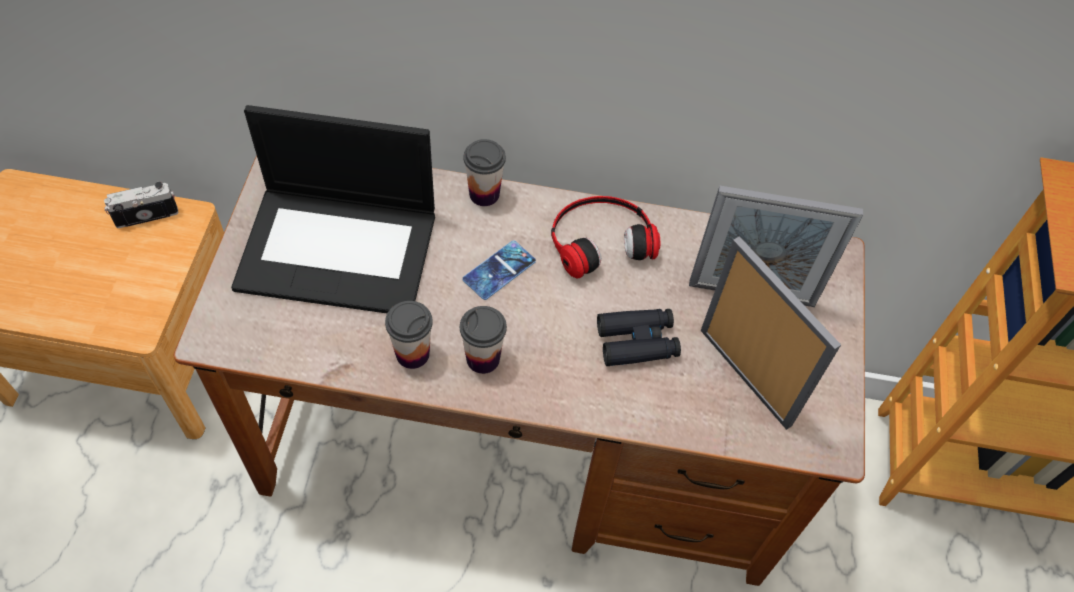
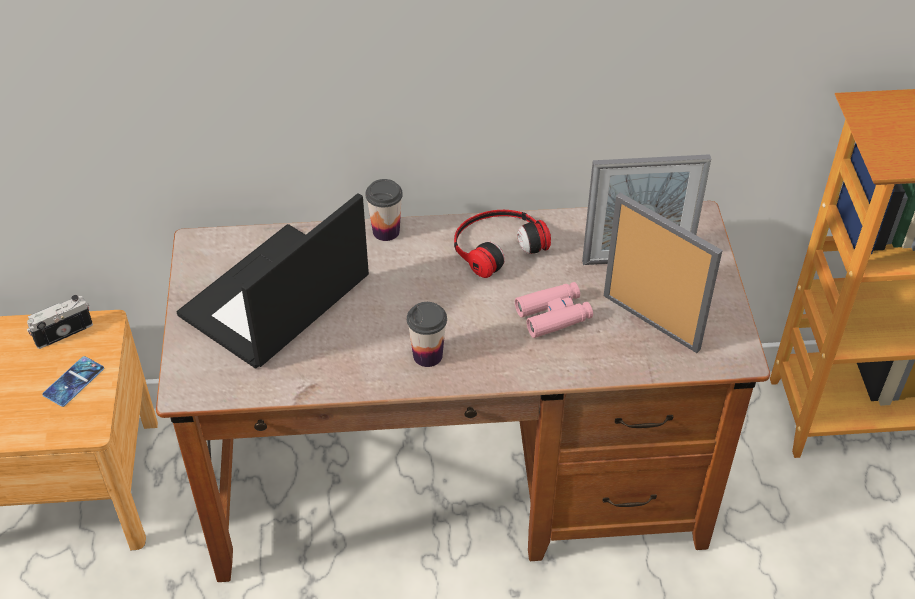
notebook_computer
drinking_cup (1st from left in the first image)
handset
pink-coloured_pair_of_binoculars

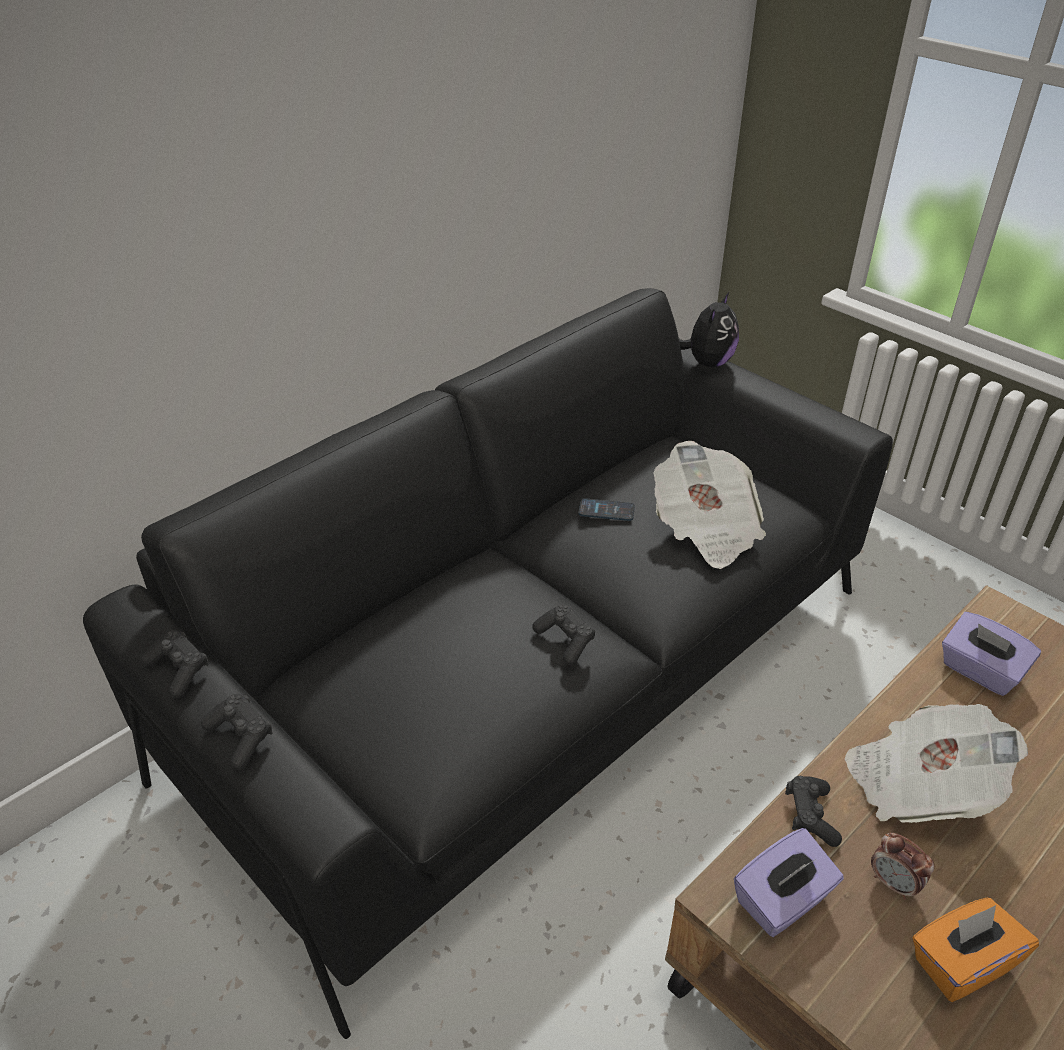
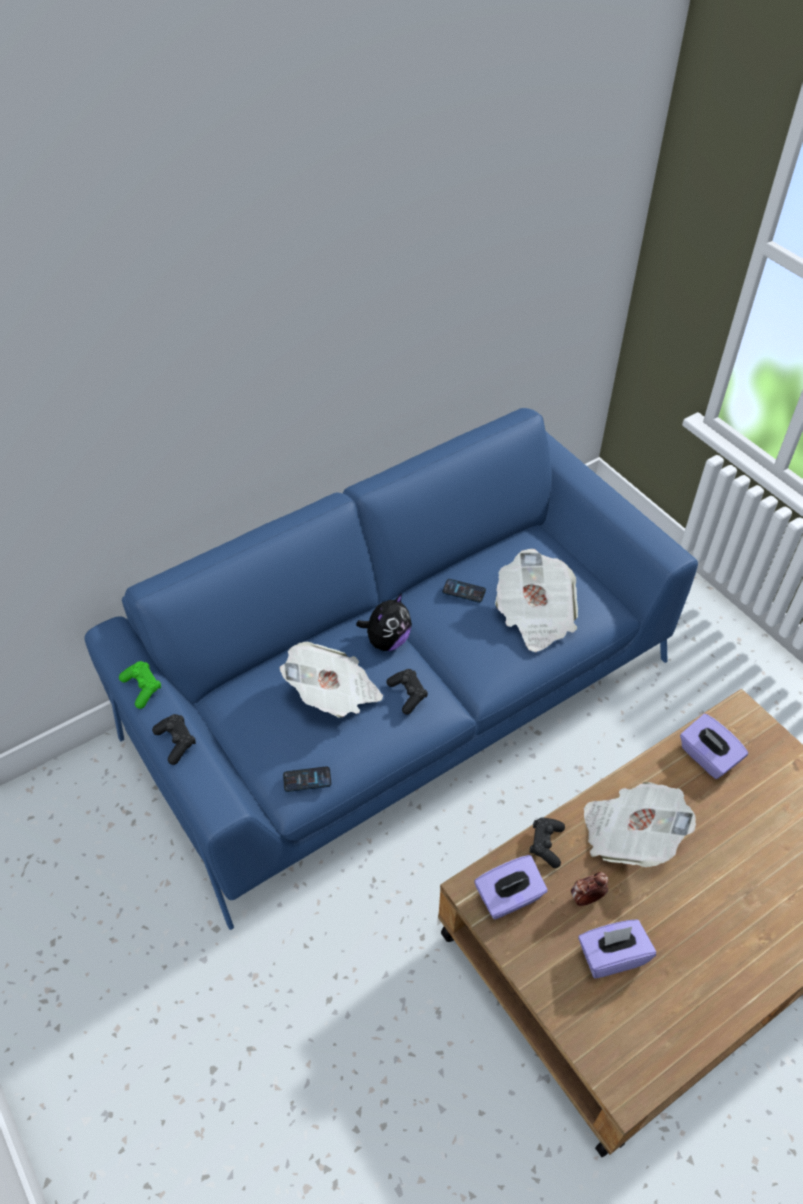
bluish_sofa
green_gamepad
soft_toy
table_clock
purple-coloured_box_of_tissues (2nd from left)
daily_paper (1st from left)
handset (1st from left)

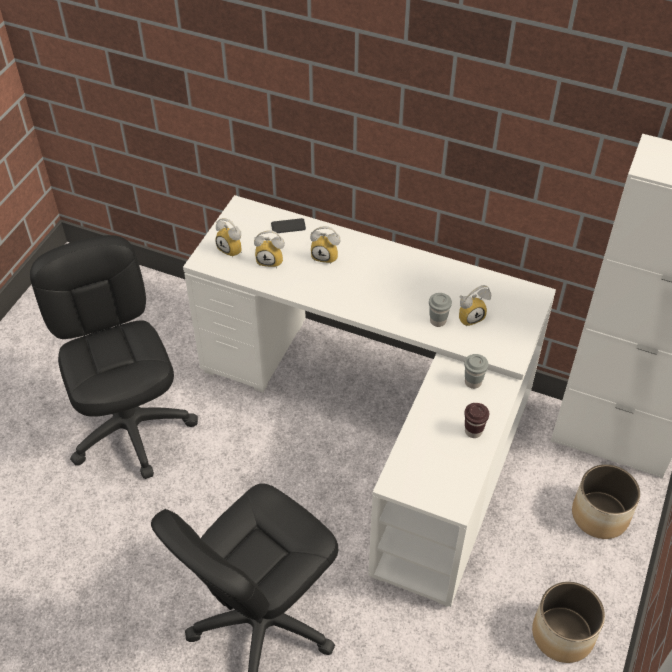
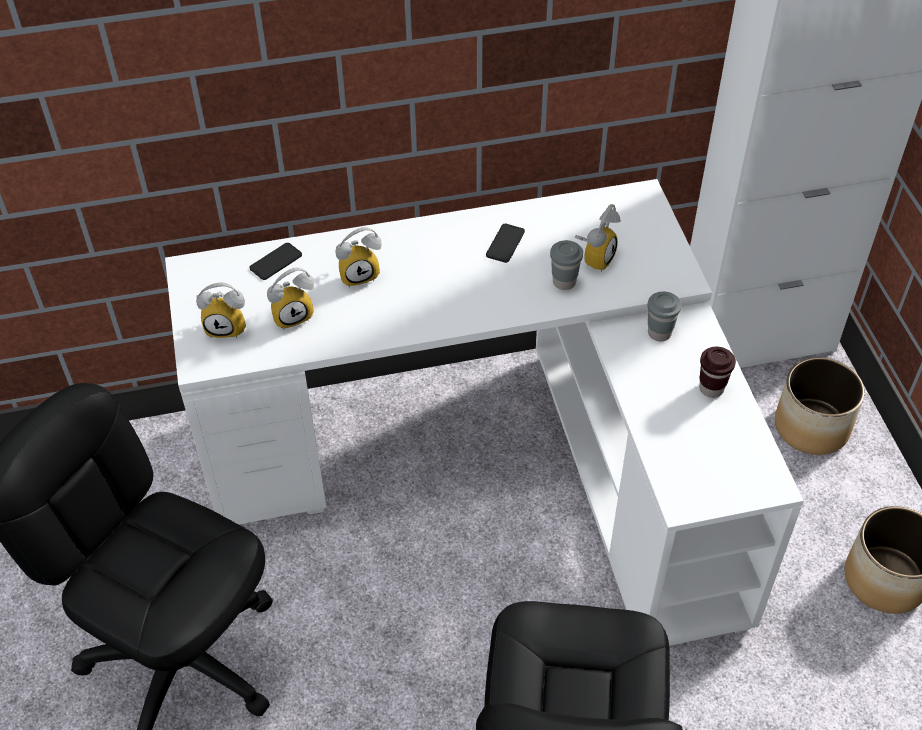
handset (2nd from left)

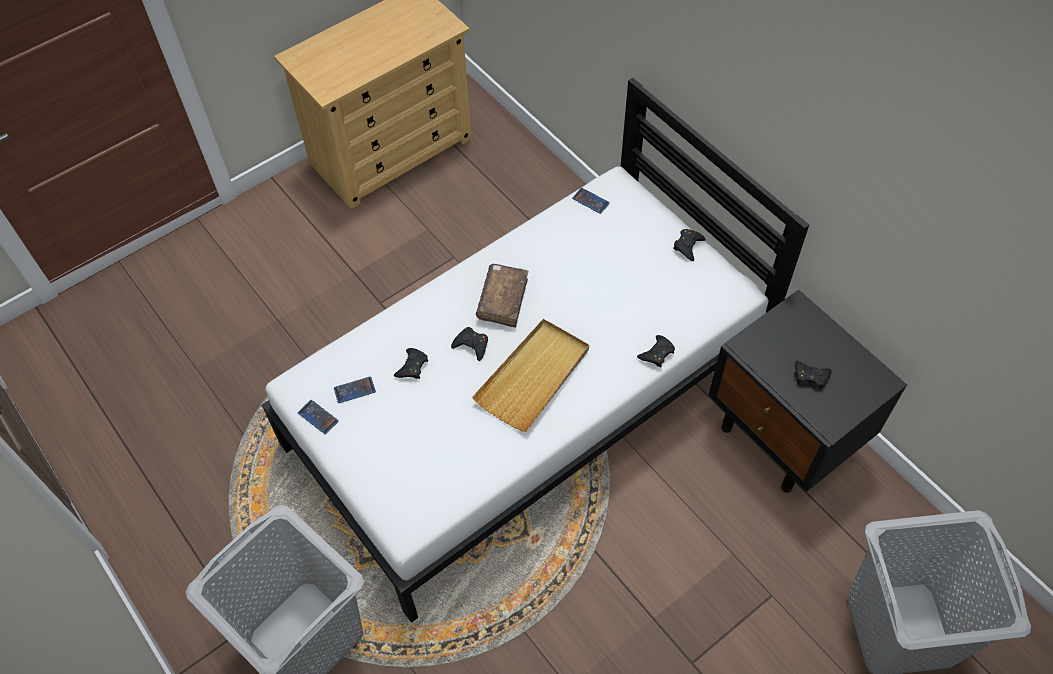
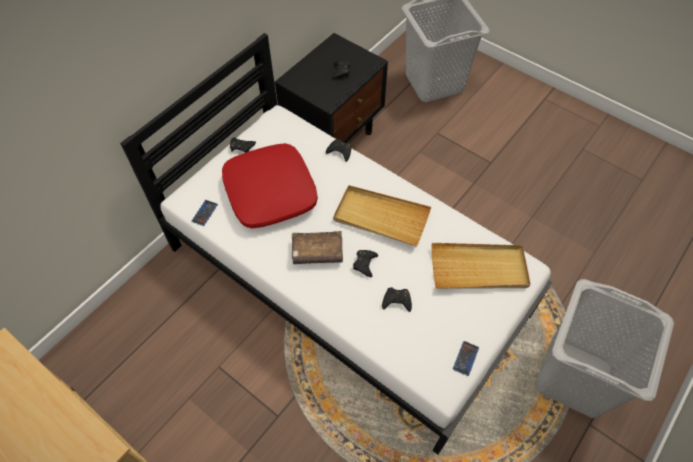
handset (2nd from left in the first image)
red-coloured_throw_pillow
beige_tray (2nd from left)

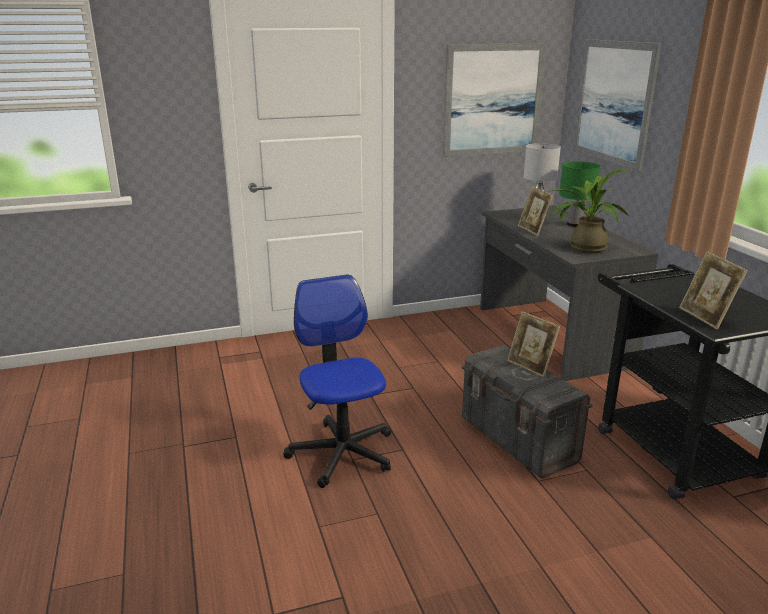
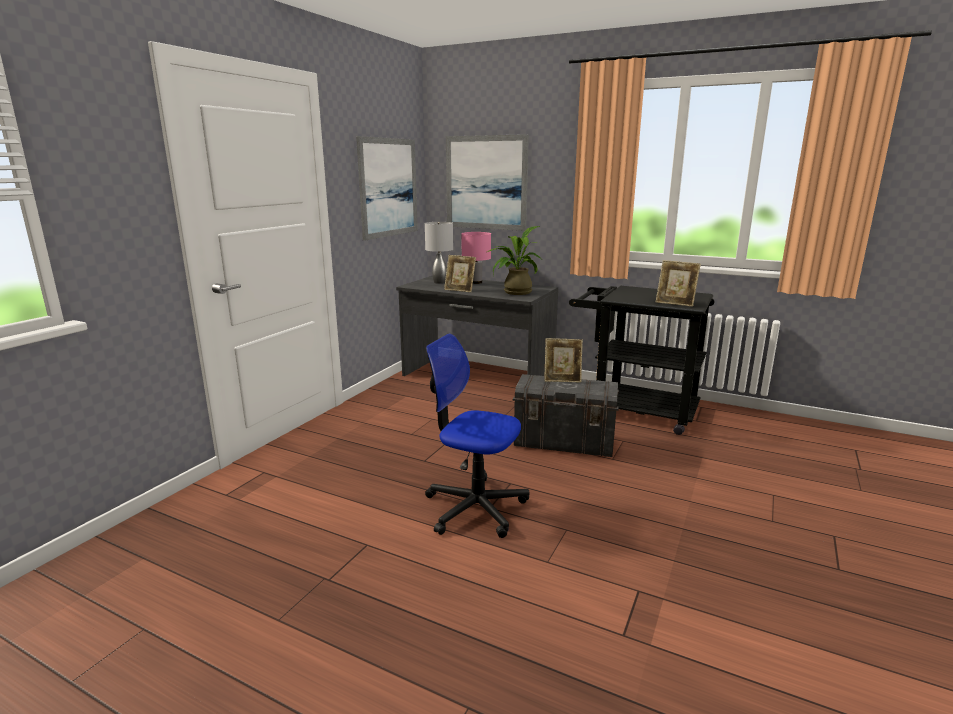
pink-coloured_tabletop_lamp

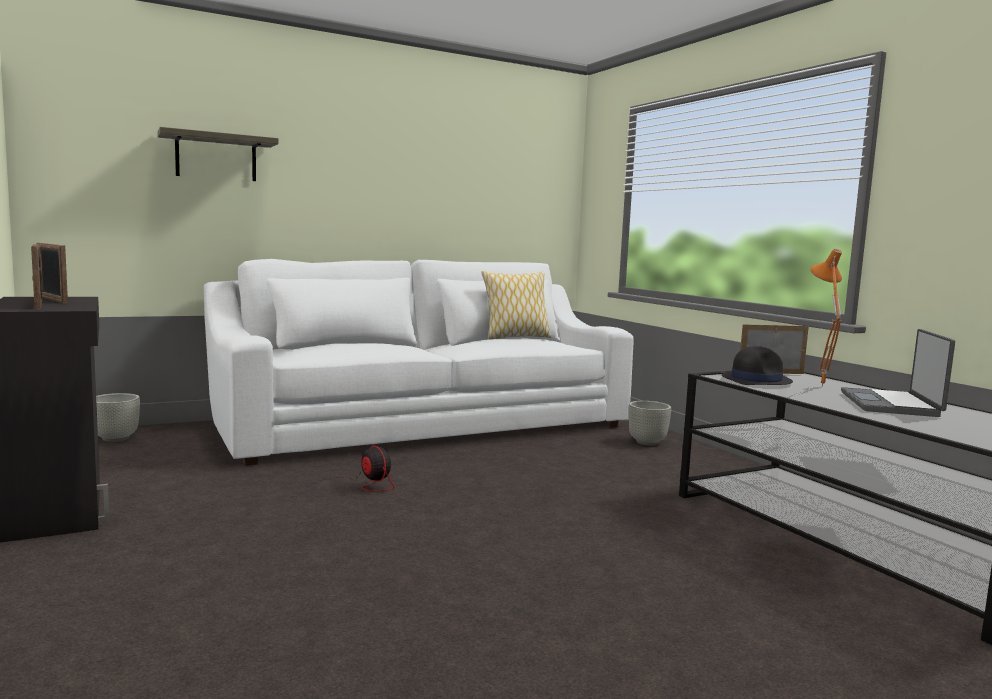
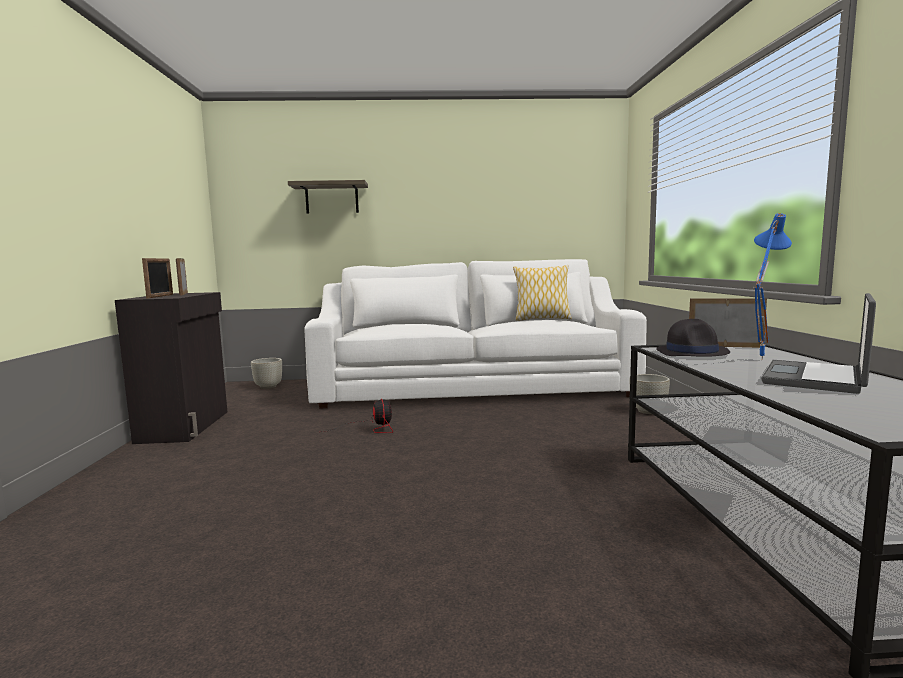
bluish_tabletop_lamp

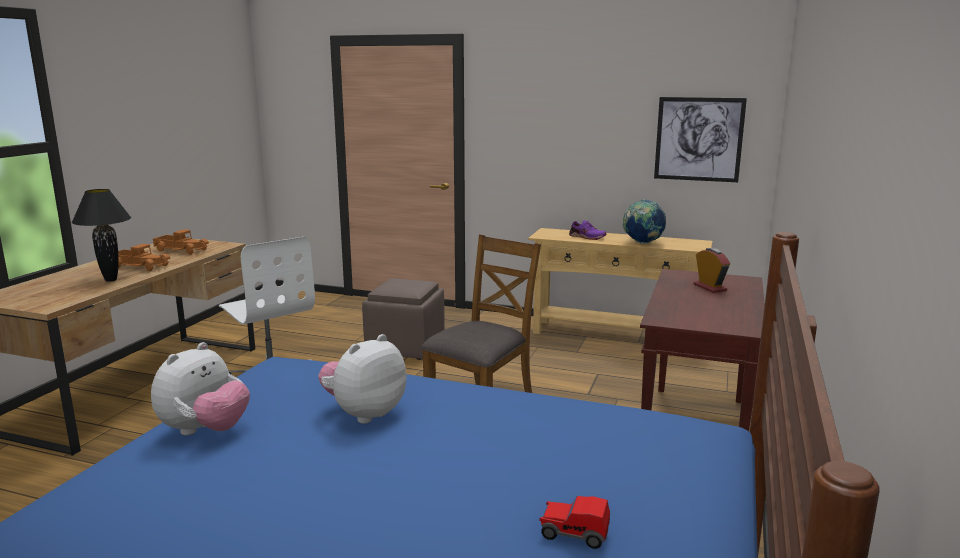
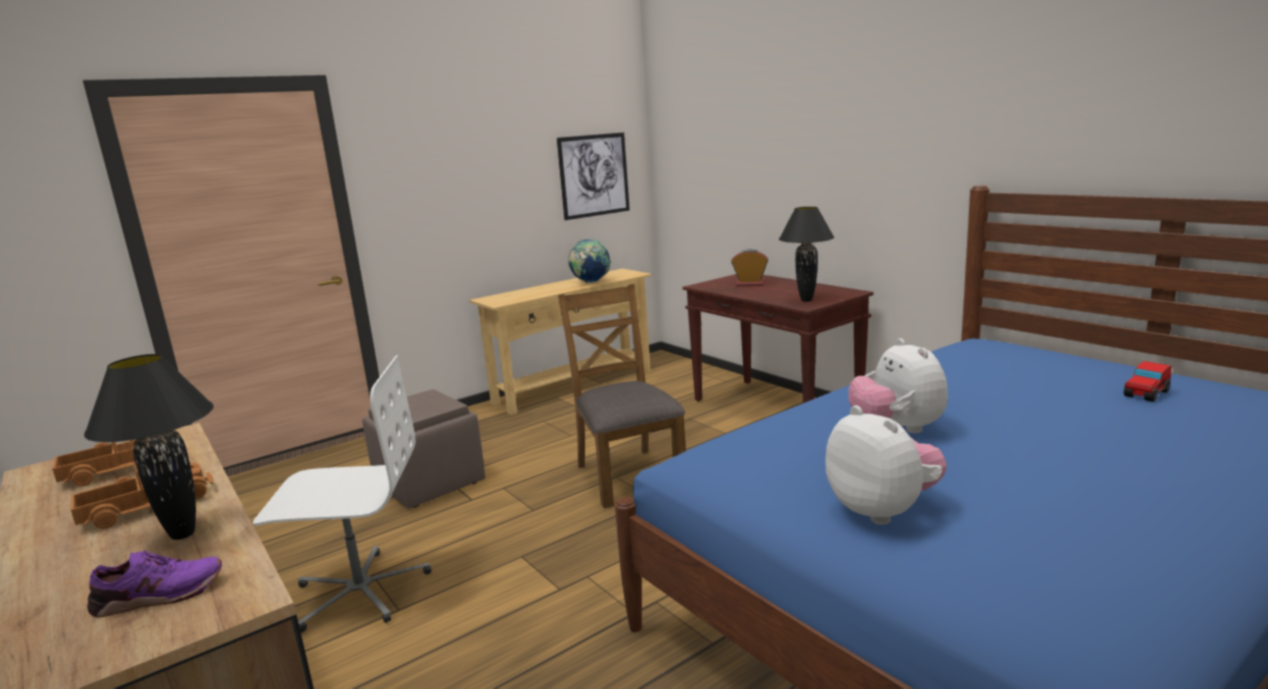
purple-coloured_item_of_footwear
black_tabletop_lamp (2nd from left)

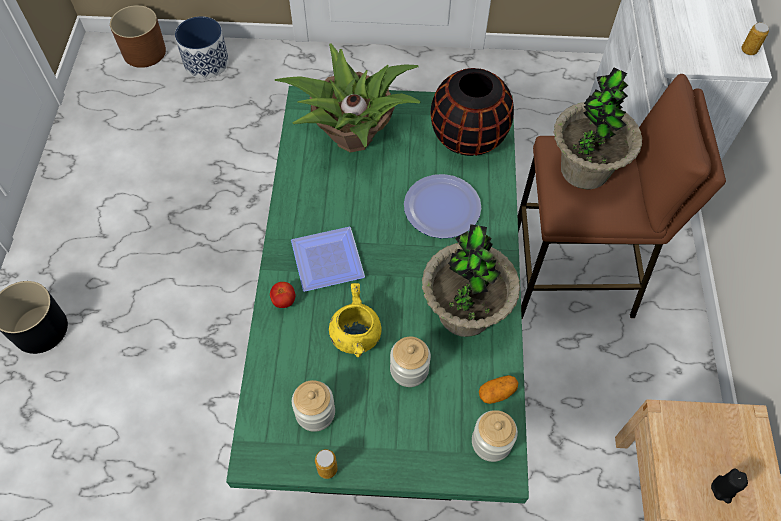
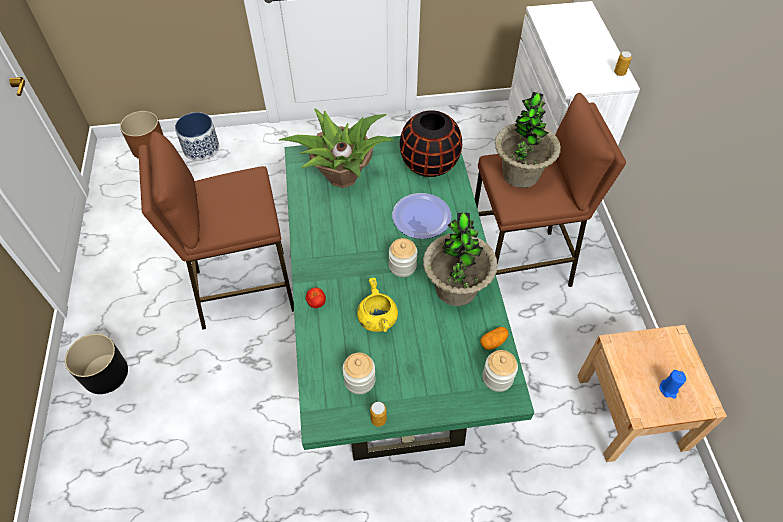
dinner_plate (1st from left in the first image)
jar (2nd from left)
bluish_candle
brown-coloured_stool (1st from left)

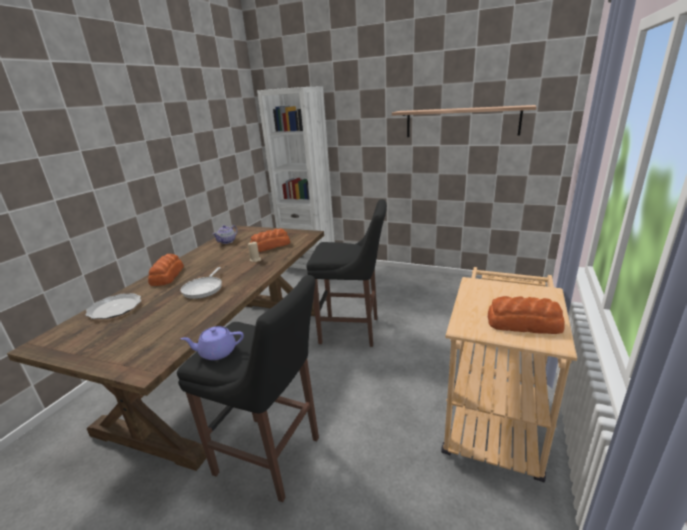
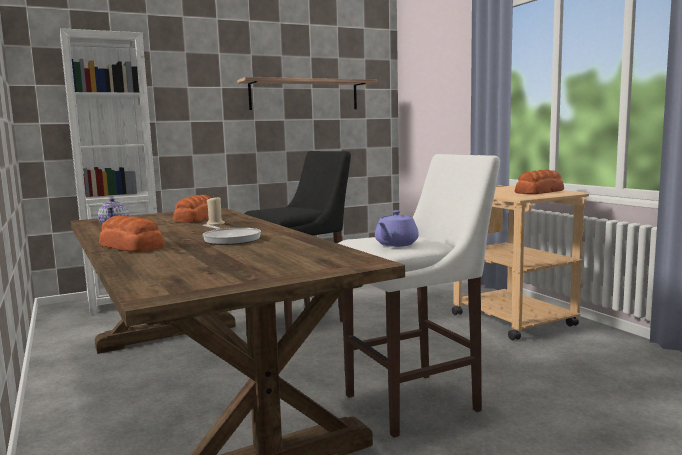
dinner_plate
white-coloured_stool

